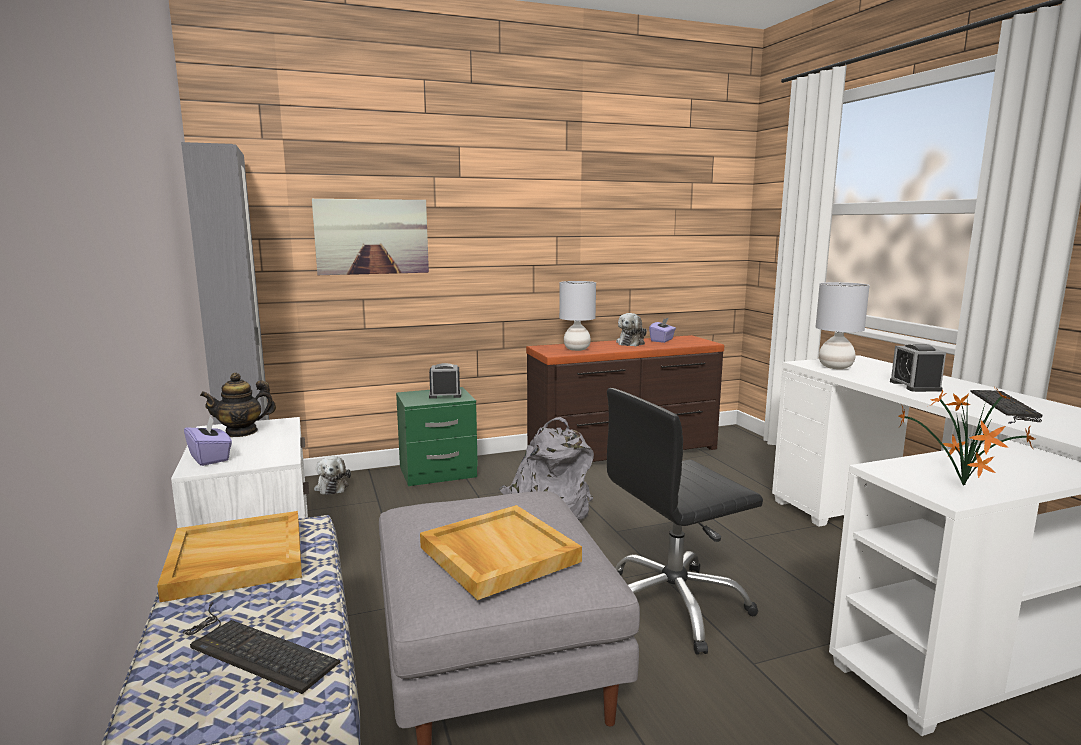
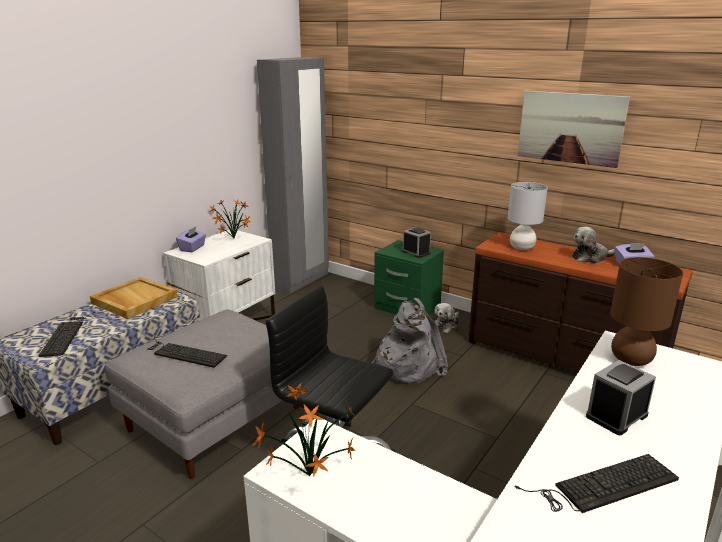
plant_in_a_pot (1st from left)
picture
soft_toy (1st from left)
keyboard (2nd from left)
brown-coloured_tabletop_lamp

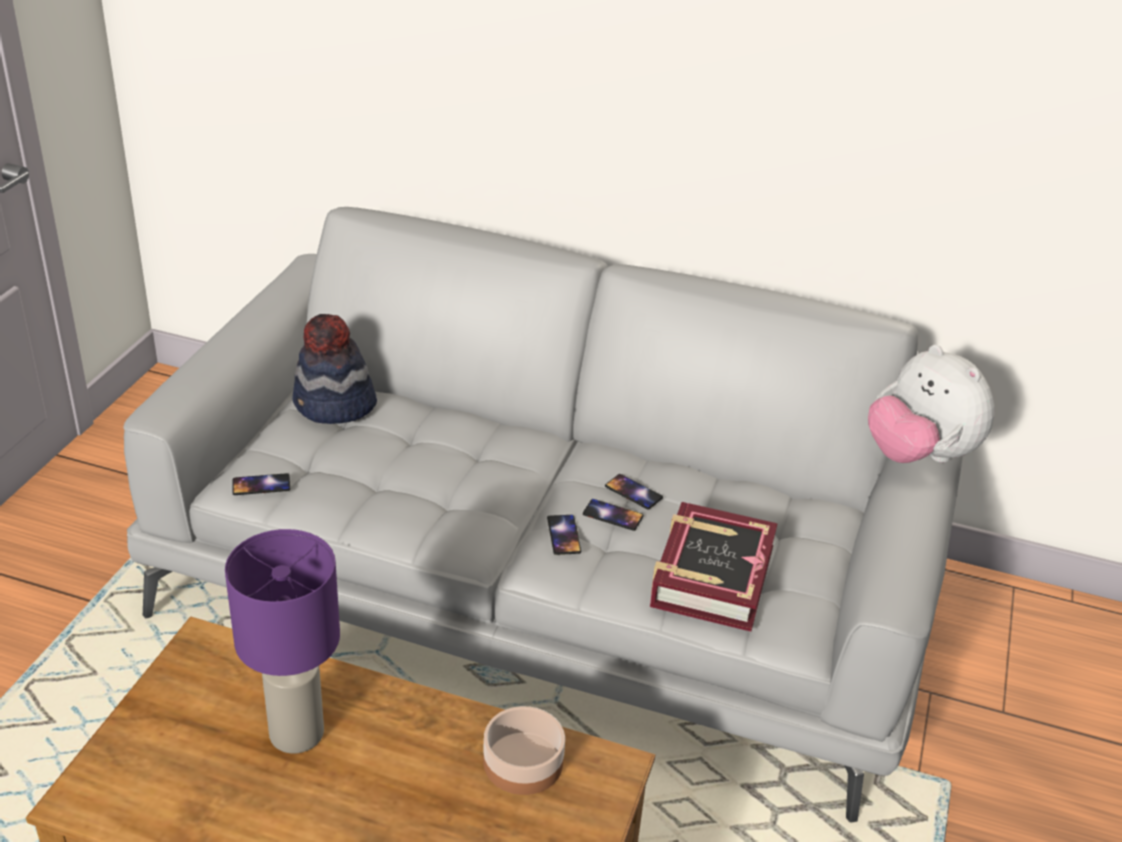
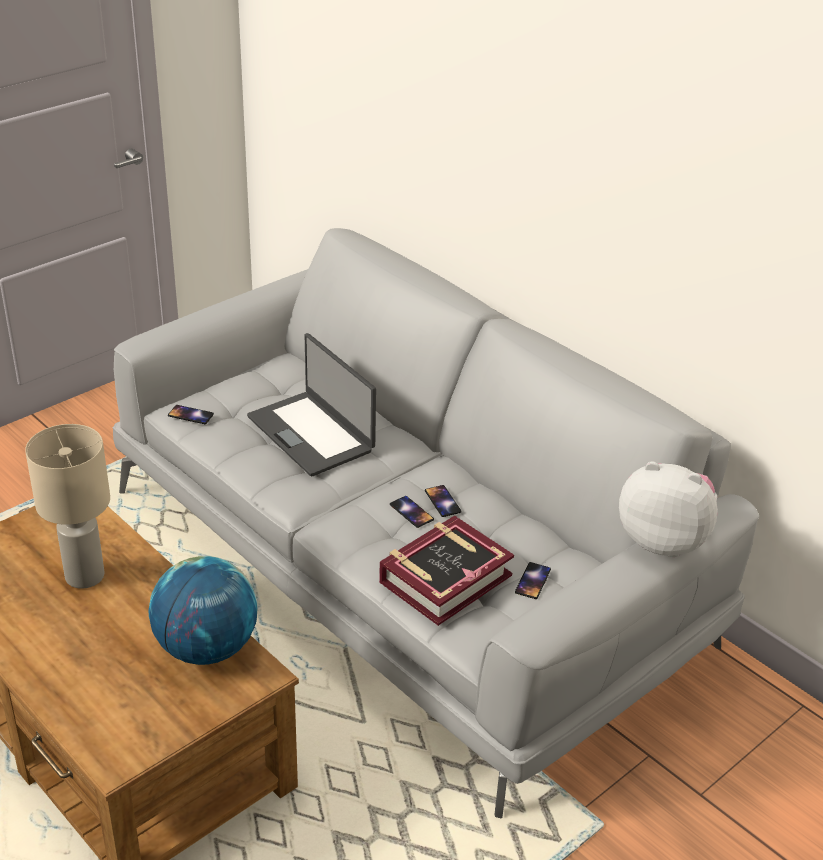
beige_tabletop_lamp
clothing_hat
desk_globe
handset (4th from left)
soft_toy
notebook_computer

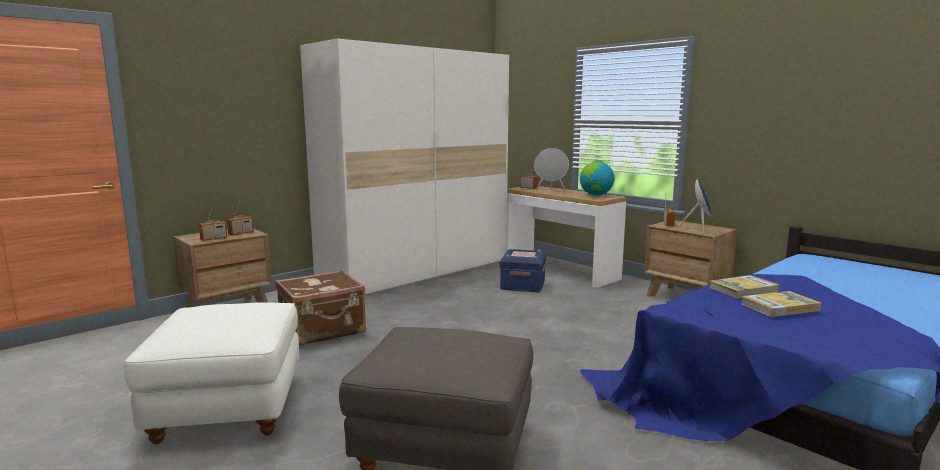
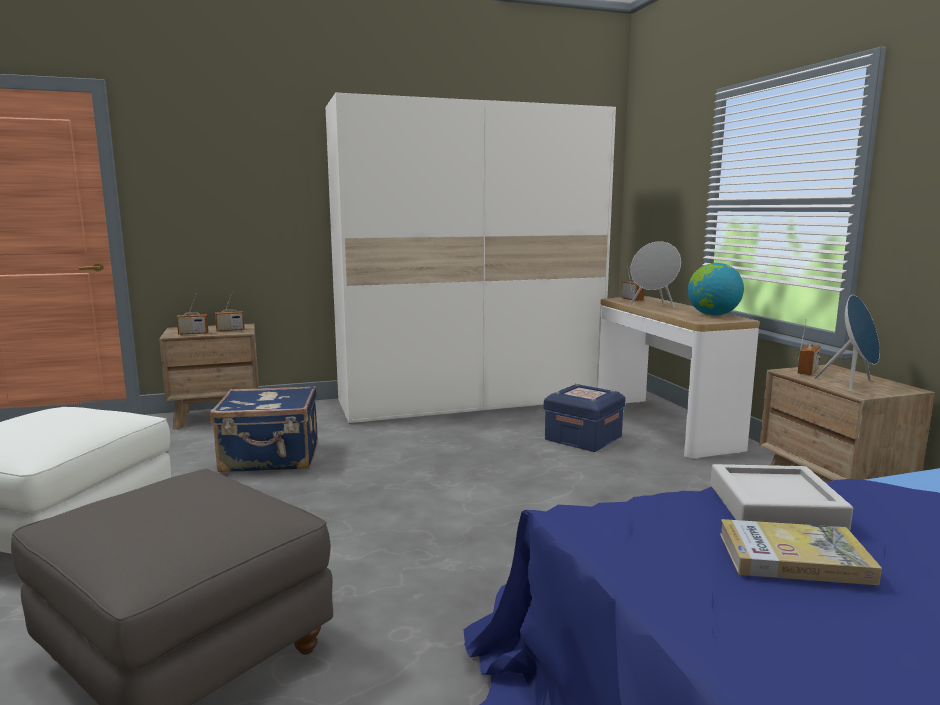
bluish_piece_of_luggage
grey_tray

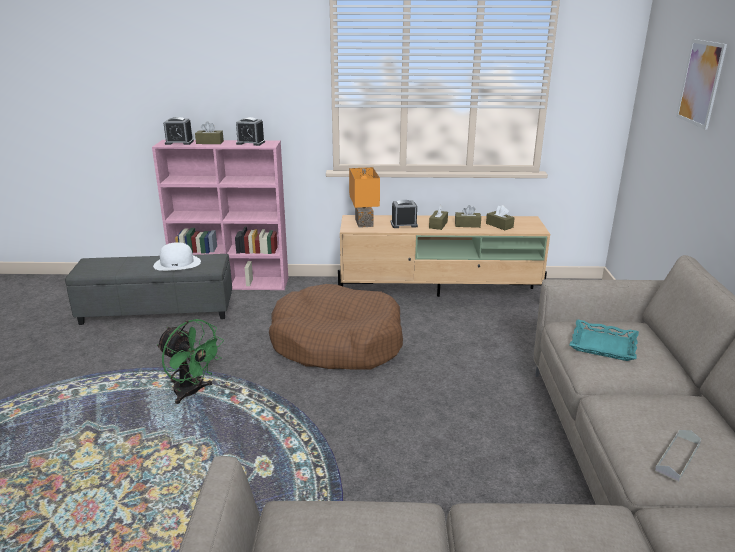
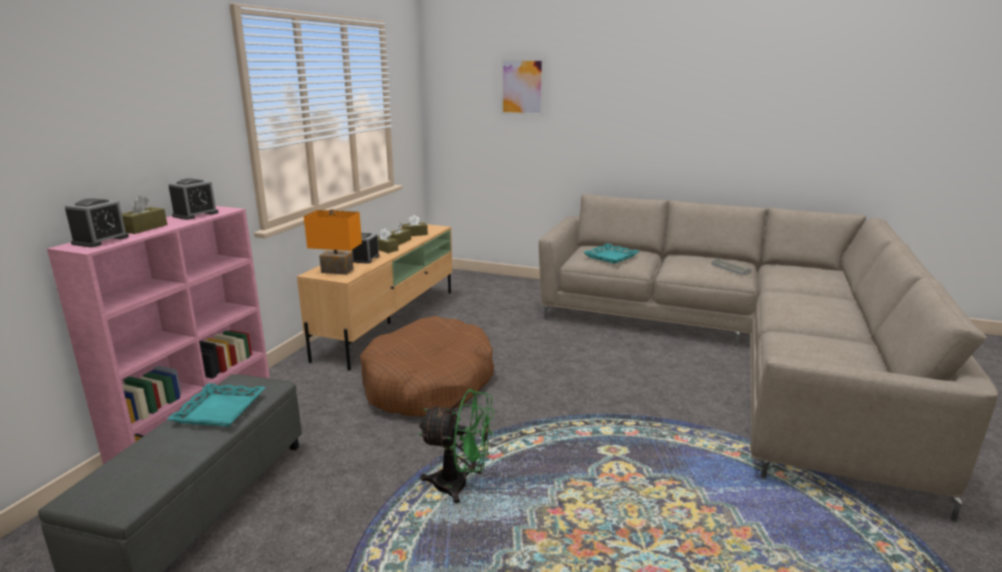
turquoise_tray (1st from left)
green_electric_fan

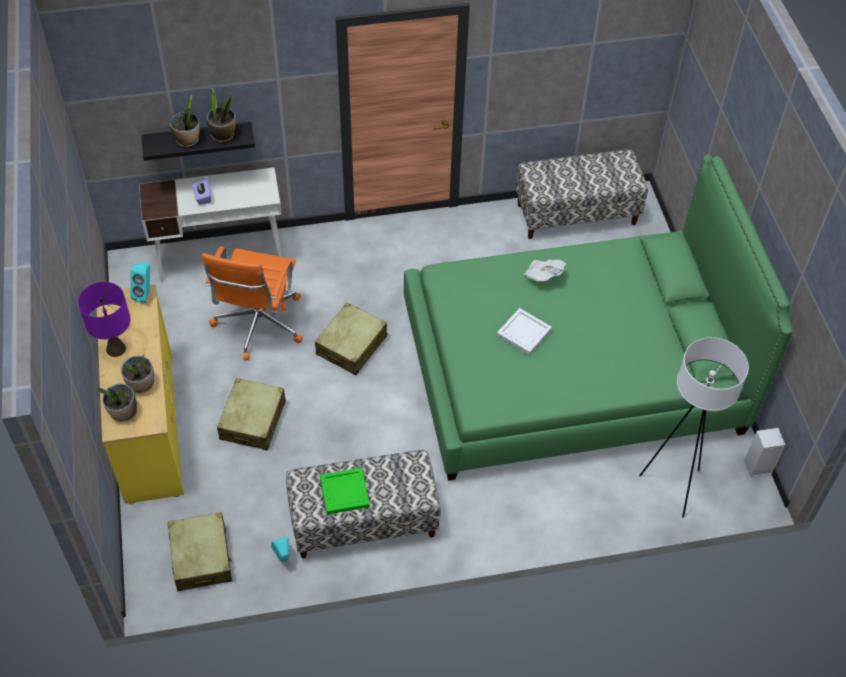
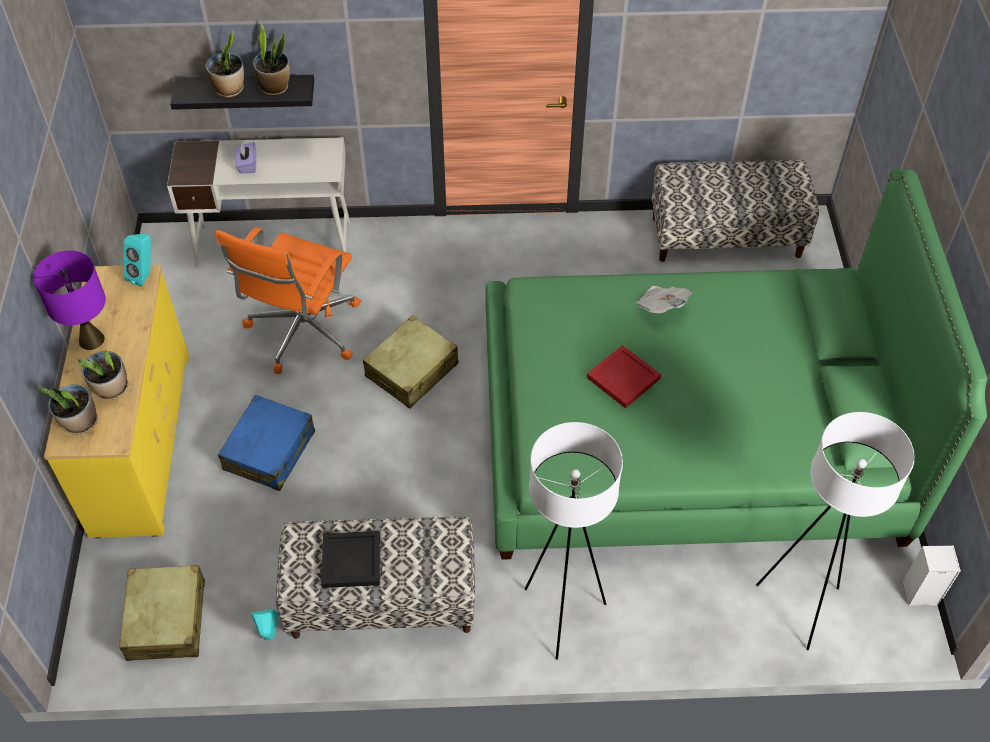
bluish_piece_of_luggage
black_tray
red-coloured_tray
white-coloured_floor_lamp (1st from left)

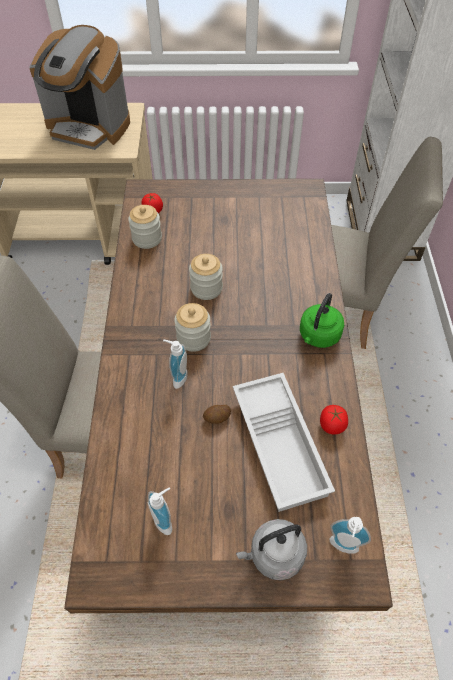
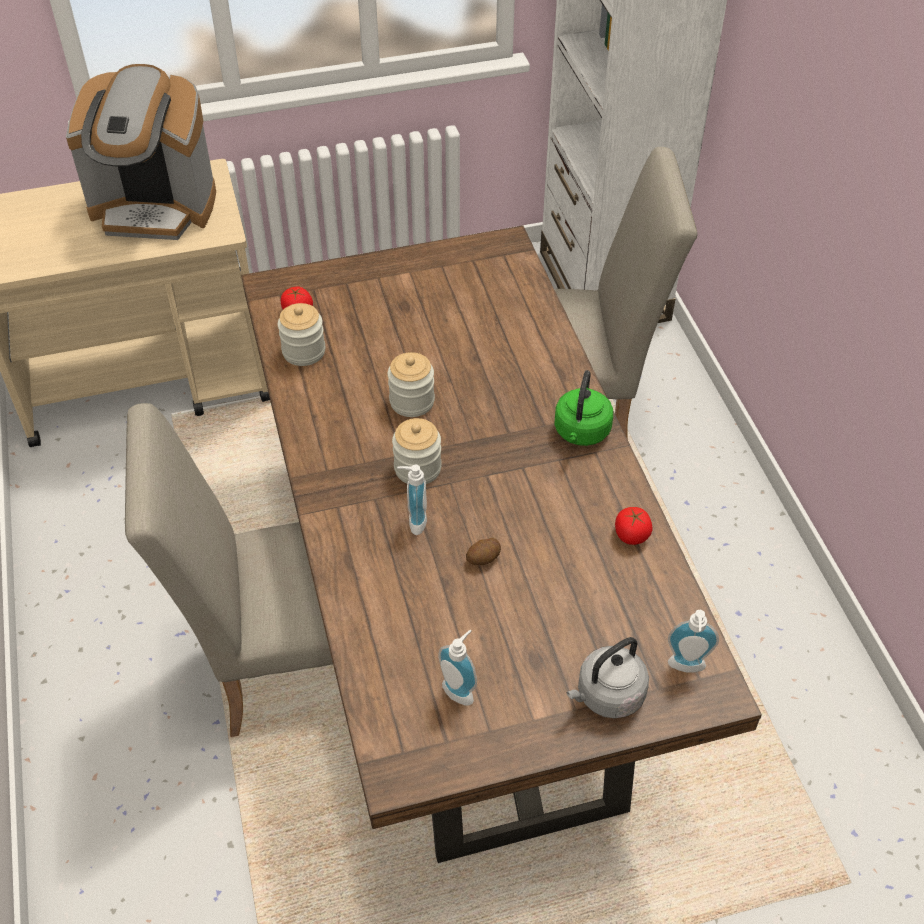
white-coloured_tray

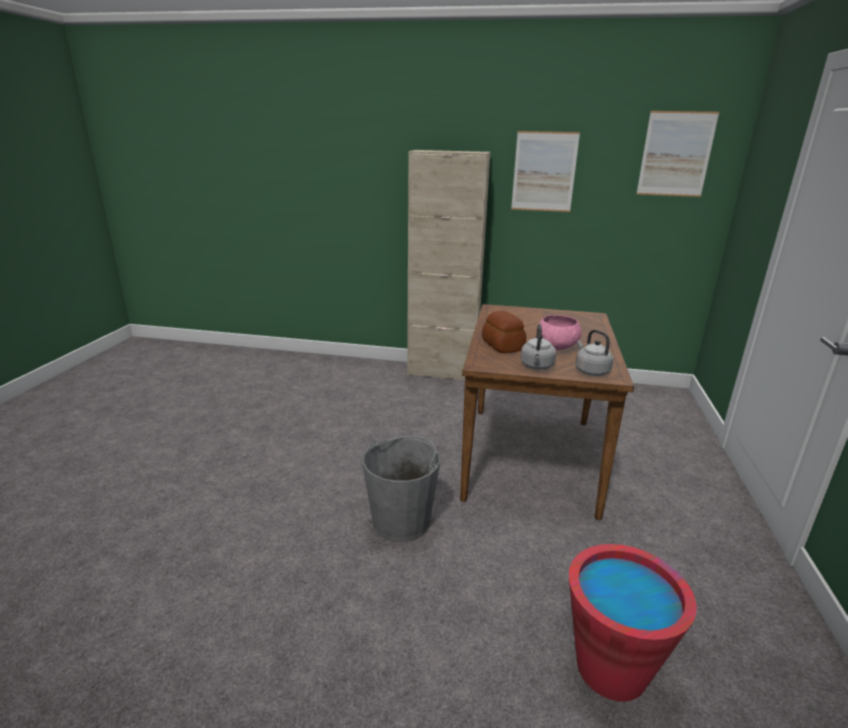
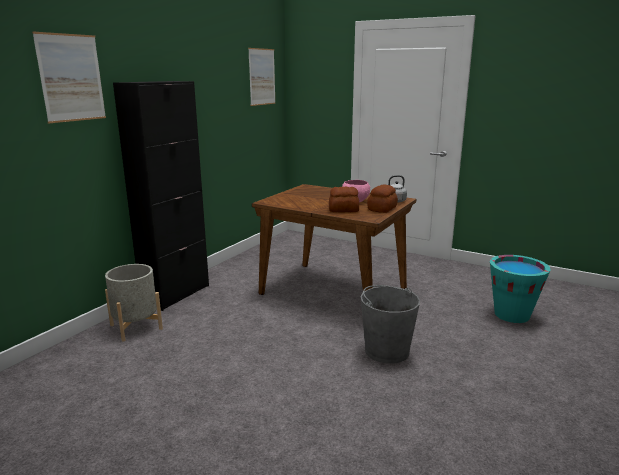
black_cabinet
picture (1st from left)
baked_bread (2nd from left)
turquoise_bucket
grey_plant_pot

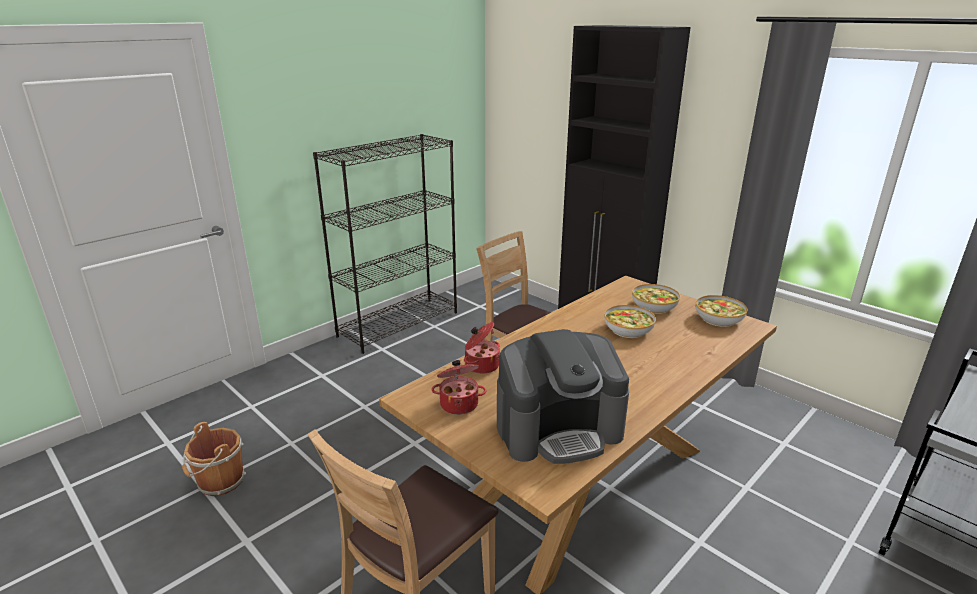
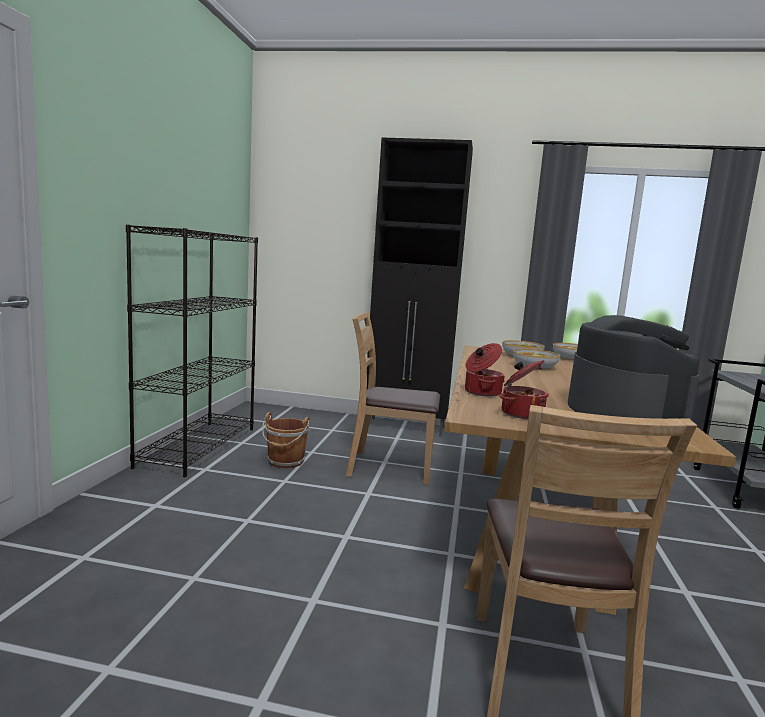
brown-coloured_bucket
coffee_brewer

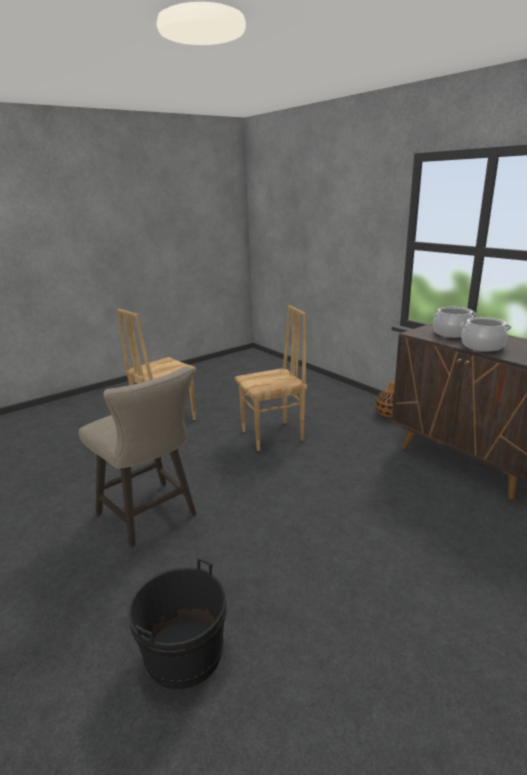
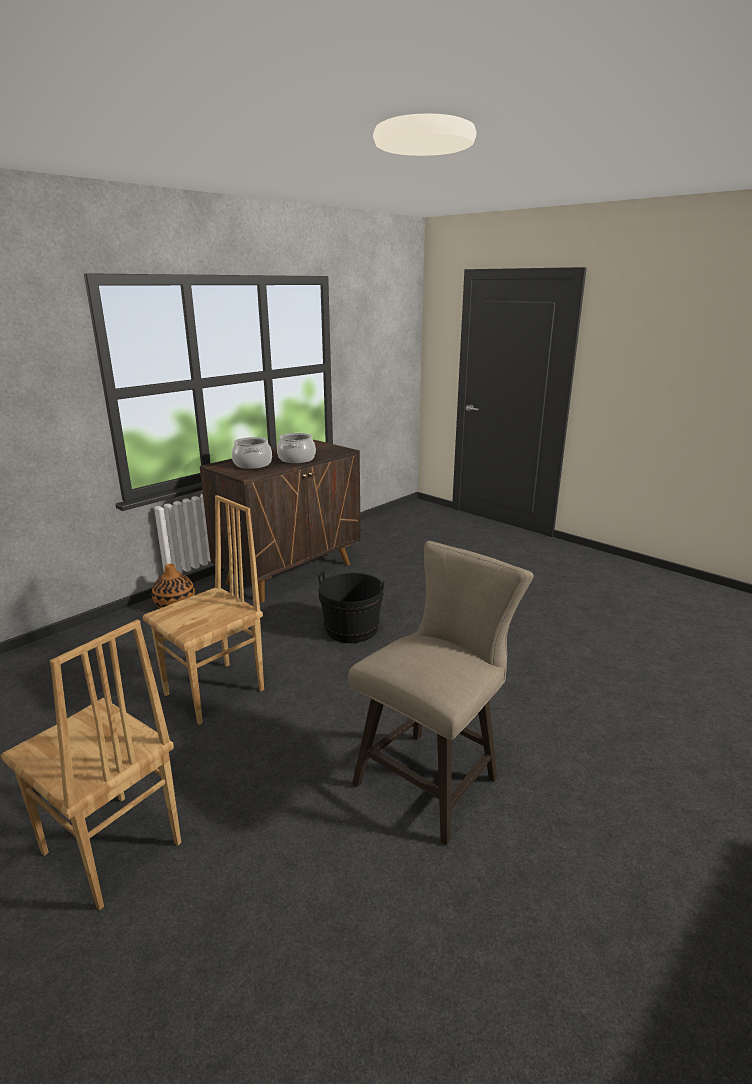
black_bucket
brown-coloured_upright_chair (2nd from left)

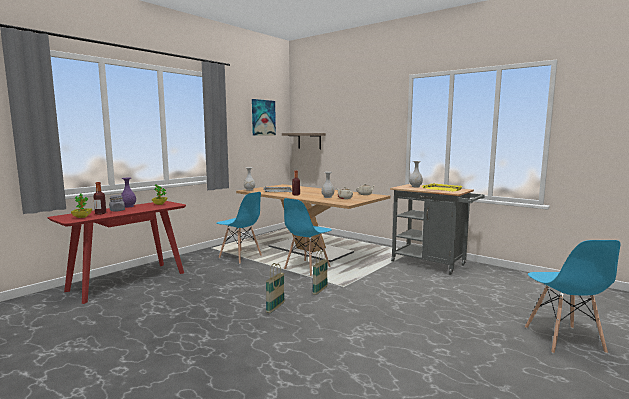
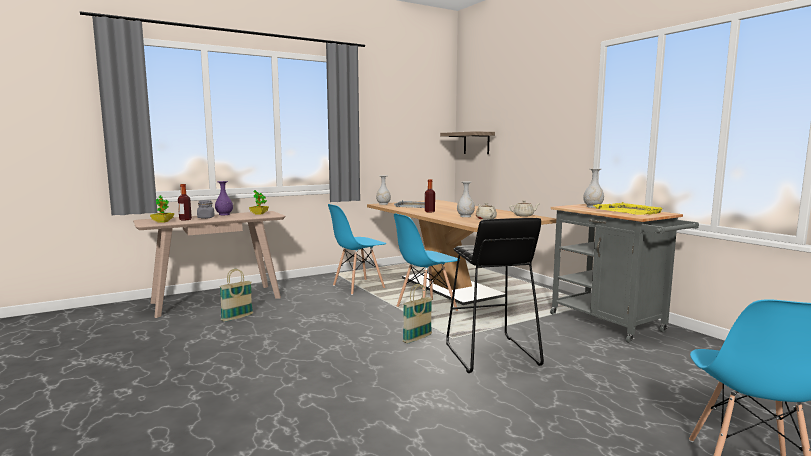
beige_narrow_table
bluish_upright_chair (1st from left)
picture
basket (1st from left)
black_stool

